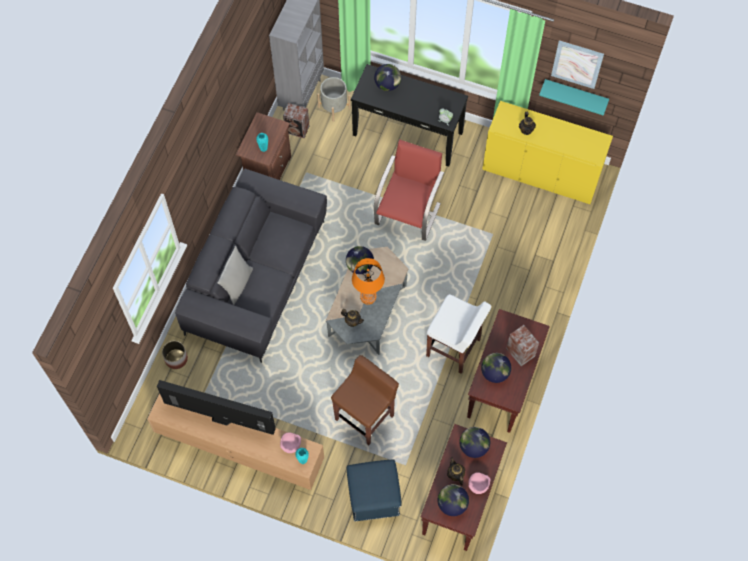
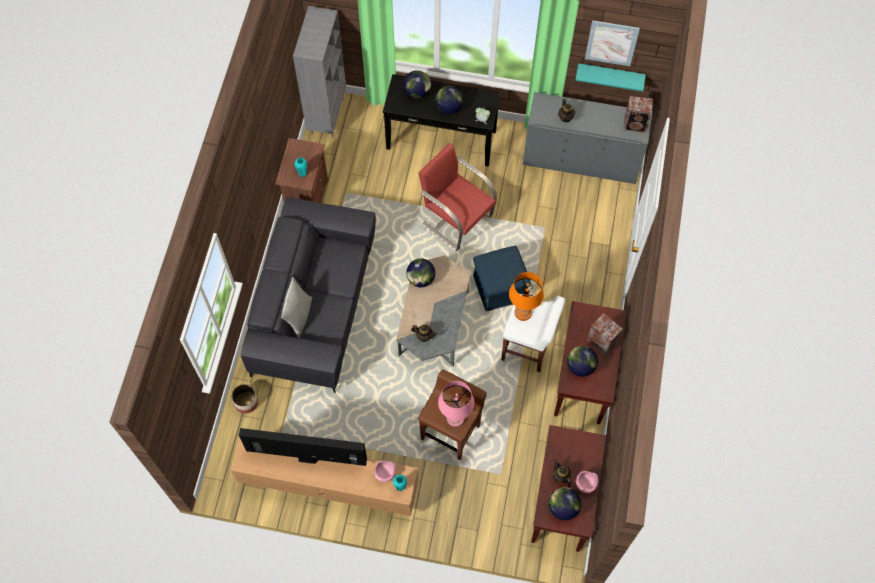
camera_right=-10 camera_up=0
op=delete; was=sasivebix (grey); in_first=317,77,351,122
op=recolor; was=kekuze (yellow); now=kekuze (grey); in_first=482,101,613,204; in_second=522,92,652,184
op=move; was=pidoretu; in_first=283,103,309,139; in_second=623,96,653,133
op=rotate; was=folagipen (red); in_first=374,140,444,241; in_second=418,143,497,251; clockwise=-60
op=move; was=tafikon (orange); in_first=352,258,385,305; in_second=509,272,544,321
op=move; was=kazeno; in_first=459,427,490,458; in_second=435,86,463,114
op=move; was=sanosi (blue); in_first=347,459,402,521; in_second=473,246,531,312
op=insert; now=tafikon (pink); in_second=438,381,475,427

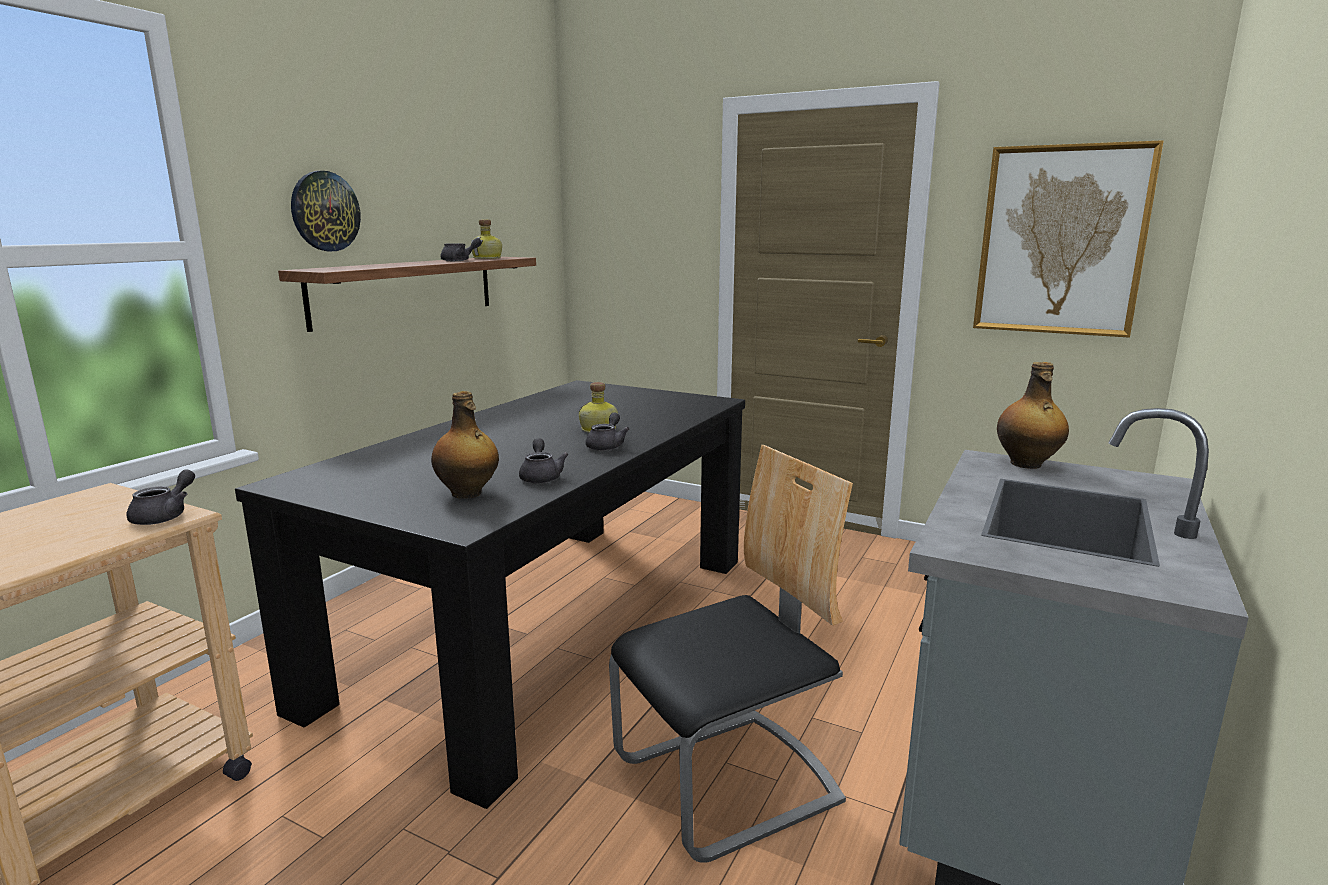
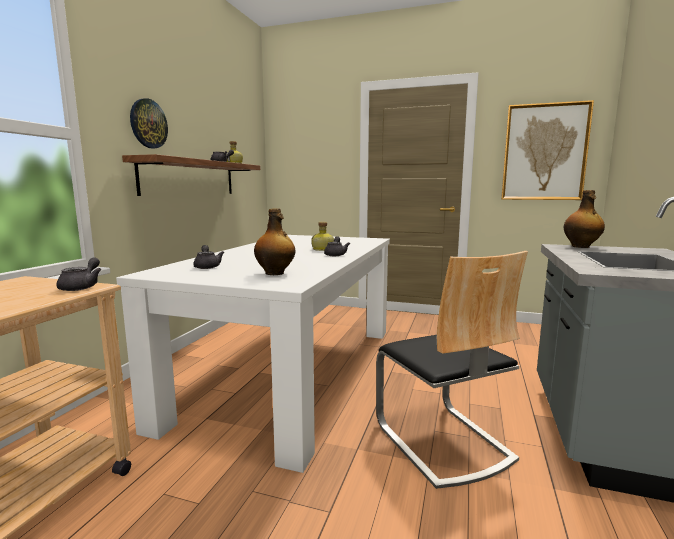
camera_right=-10 camera_up=-5
op=recolor; was=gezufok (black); now=gezufok (white); in_first=235,380,745,809; in_second=116,235,390,473
op=move; was=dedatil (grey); in_first=519,438,568,483; in_second=193,245,224,269
op=rotate; was=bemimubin; in_first=609,445,853,863; in_second=376,251,528,489; clockwise=105

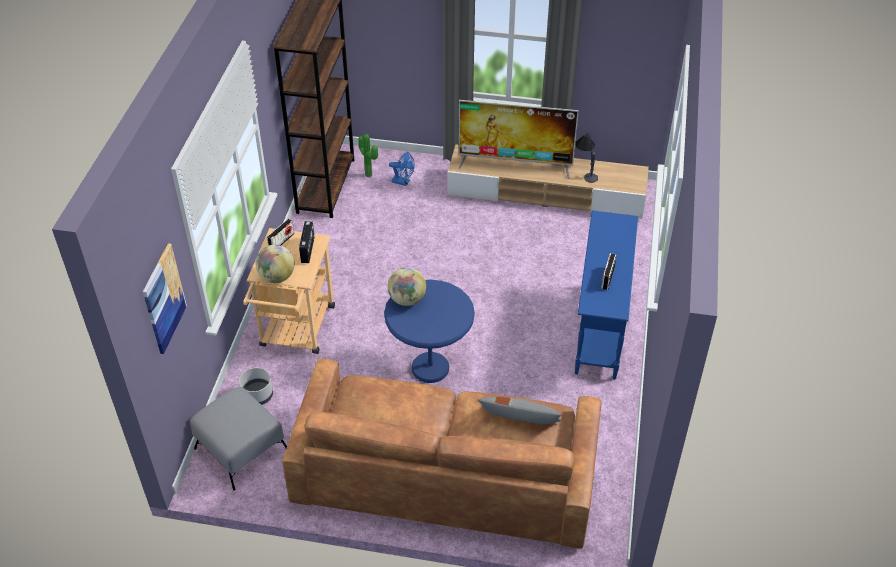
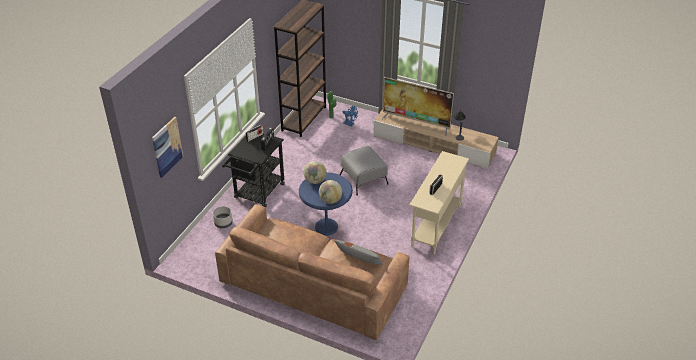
camera_right=15 camera_up=-5
op=recolor; was=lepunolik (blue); now=lepunolik (beige); in_first=575,211,638,380; in_second=409,151,469,255
op=recolor; was=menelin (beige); now=menelin (black); in_first=243,228,335,354; in_second=222,133,285,208
op=move; was=kazeno; in_first=256,245,295,283; in_second=319,180,342,204
op=move; was=sanosi (grey); in_first=190,386,287,490; in_second=340,146,388,196

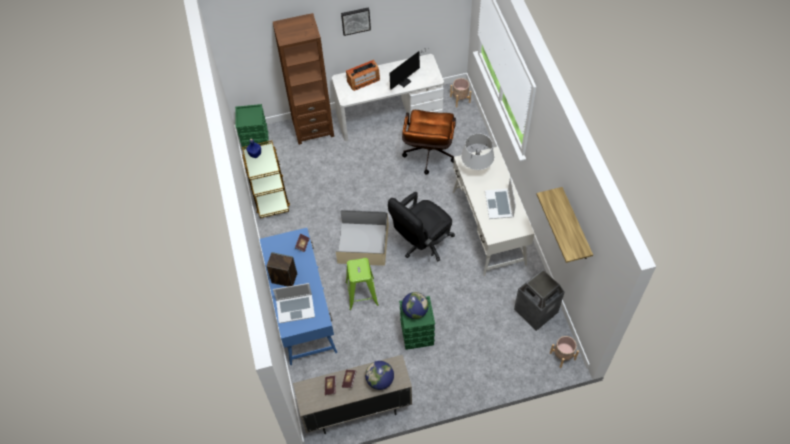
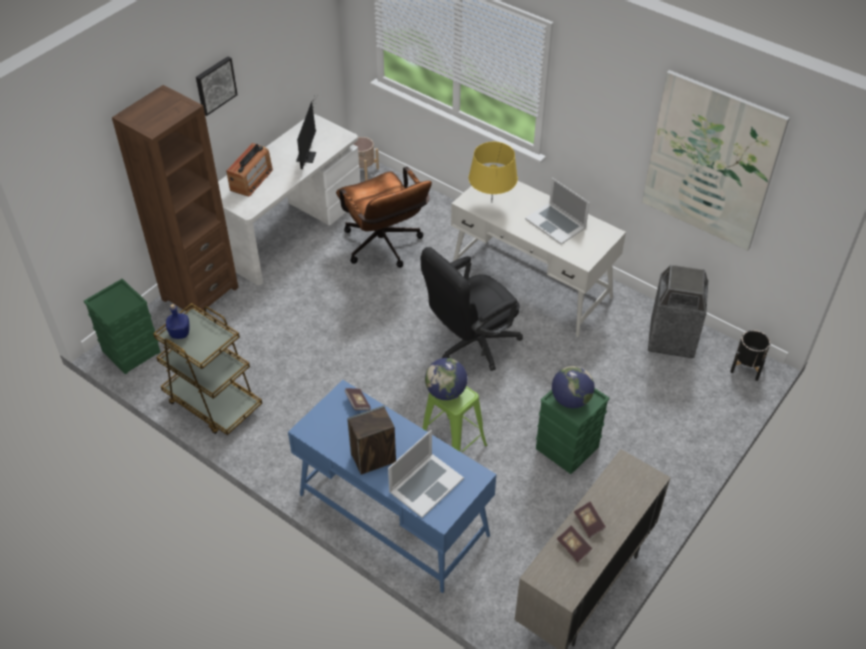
camera_right=-40 camera_up=-10
op=recolor; was=tafikon (grey); now=tafikon (yellow); in_first=461,133,494,170; in_second=469,142,518,203
op=replace; was=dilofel; now=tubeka; in_first=536,187,593,263; in_second=642,70,790,251
op=rotate; was=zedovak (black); in_first=388,192,455,261; in_second=421,247,523,371; clockwise=45
op=delete; was=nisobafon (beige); in_first=336,210,389,266
op=recolor; was=sasivebix (beige); now=sasivebix (black); in_first=550,336,579,368; in_second=730,330,770,381
op=move; was=kazeno; in_first=365,361,394,390; in_second=425,358,467,400

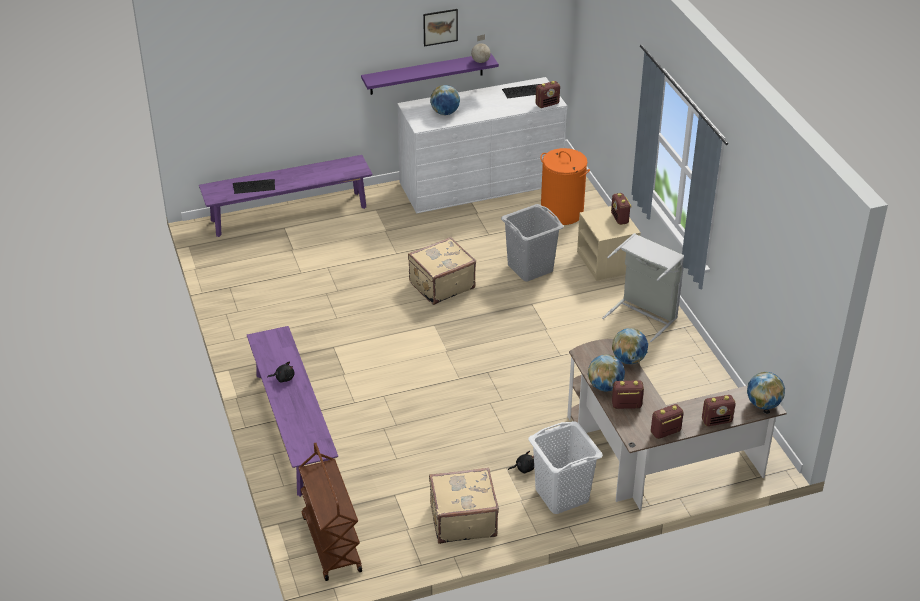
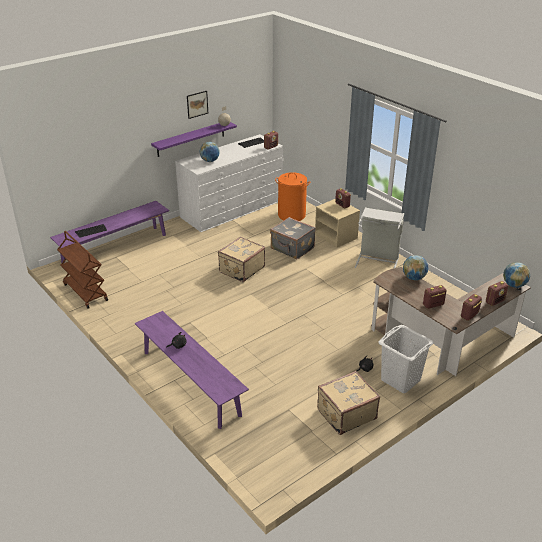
camera_right=-20 camera_up=-5
op=replace; was=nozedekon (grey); now=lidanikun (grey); in_first=501,204,564,281; in_second=270,217,316,259
op=delete; was=kazeno; in_first=588,354,625,392
op=move; was=menelin (brown); in_first=298,443,362,581; in_second=57,231,108,309

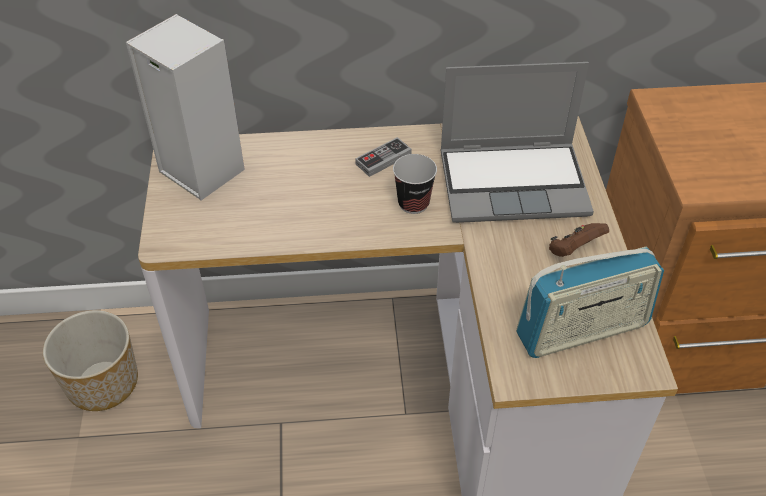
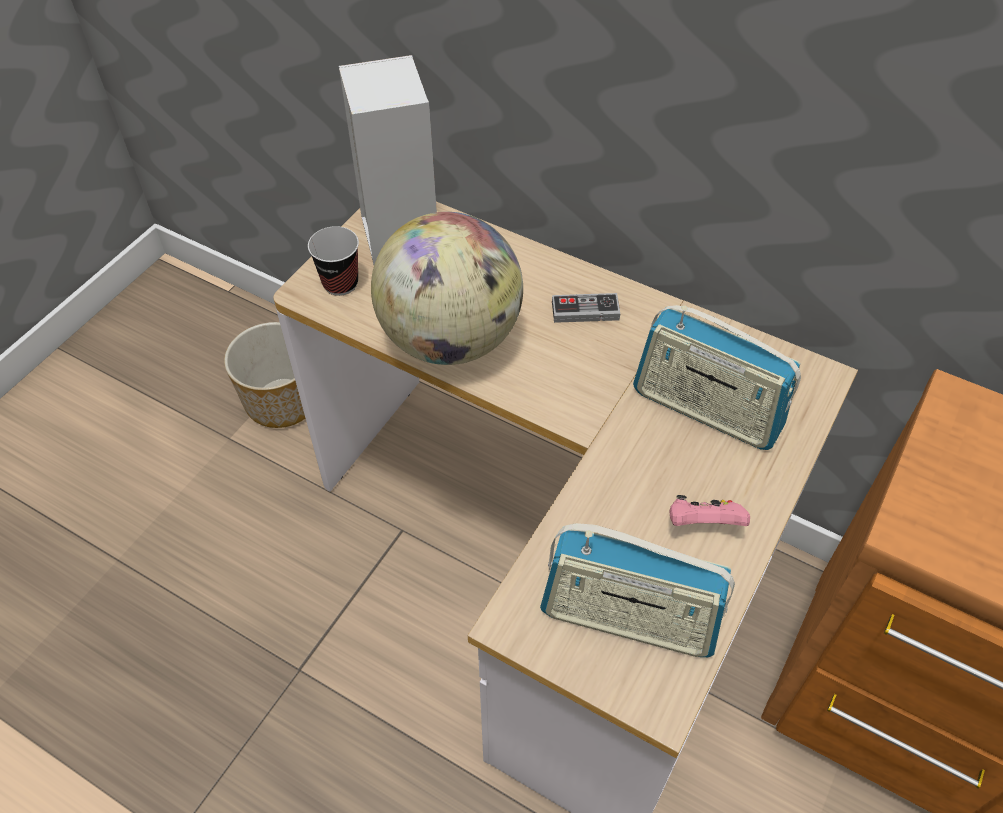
camera_right=35 camera_up=5
op=replace; was=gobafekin; now=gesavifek; in_first=441,62,594,223; in_second=633,305,801,450
op=move; was=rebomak; in_first=393,154,437,214; in_second=308,226,359,296
op=recolor; was=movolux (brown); now=movolux (pink); in_first=549,223,609,257; in_second=670,495,750,526
op=insert; now=kazeno; in_second=371,212,523,365

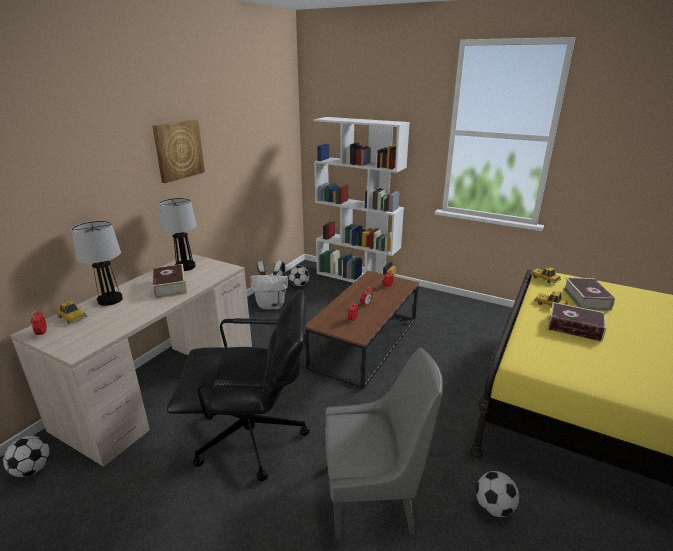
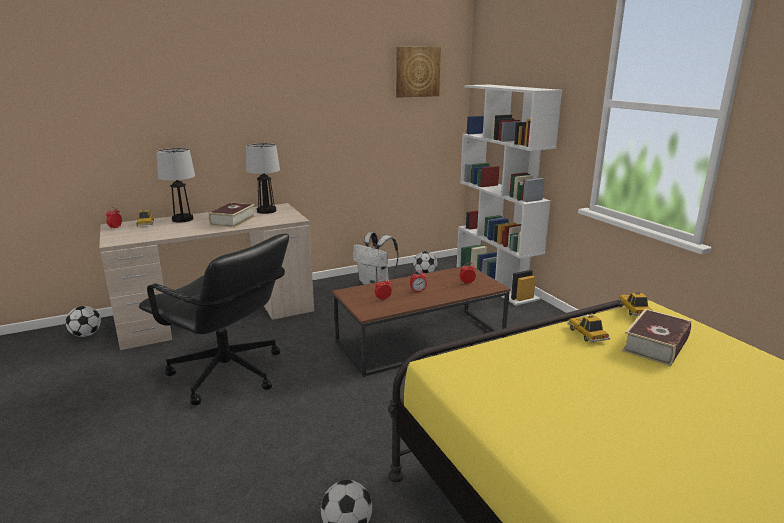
camera_right=35 camera_up=-5
op=move; was=tubeka; in_first=152,120,205,183; in_second=396,47,441,98
op=delete; was=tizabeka; in_first=548,302,607,342
op=delete; was=bemimubin (grey); in_first=325,348,443,540

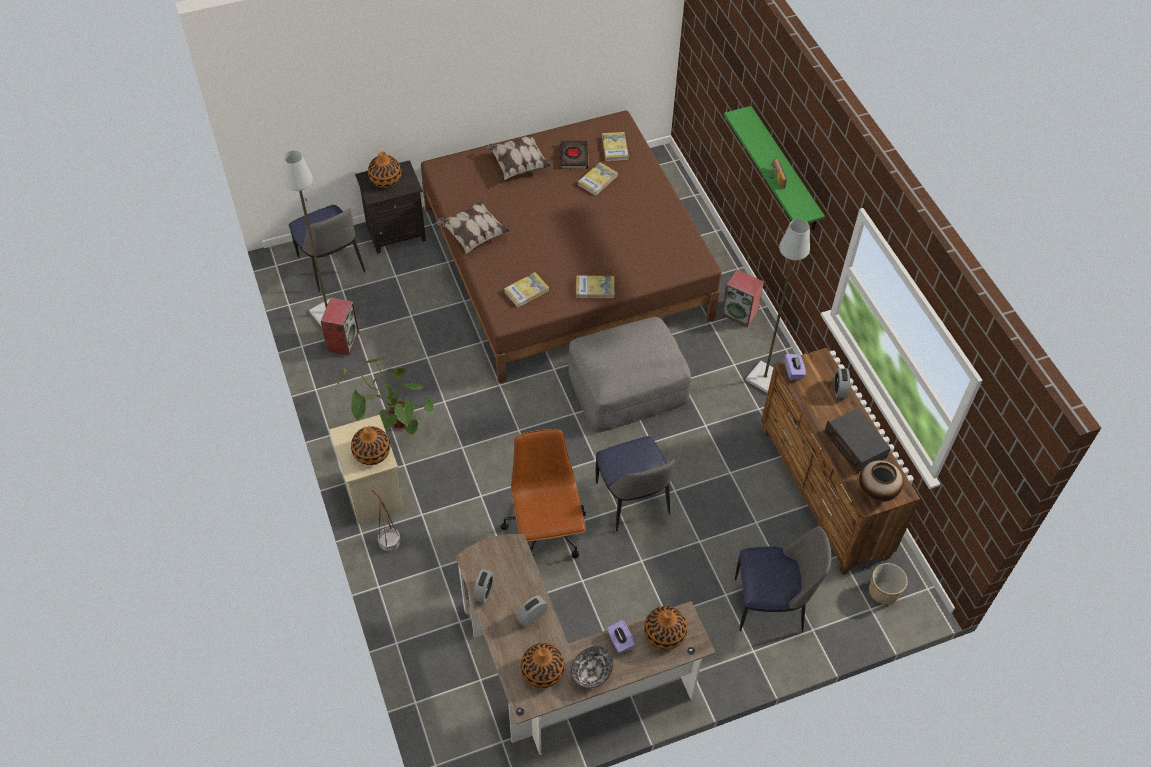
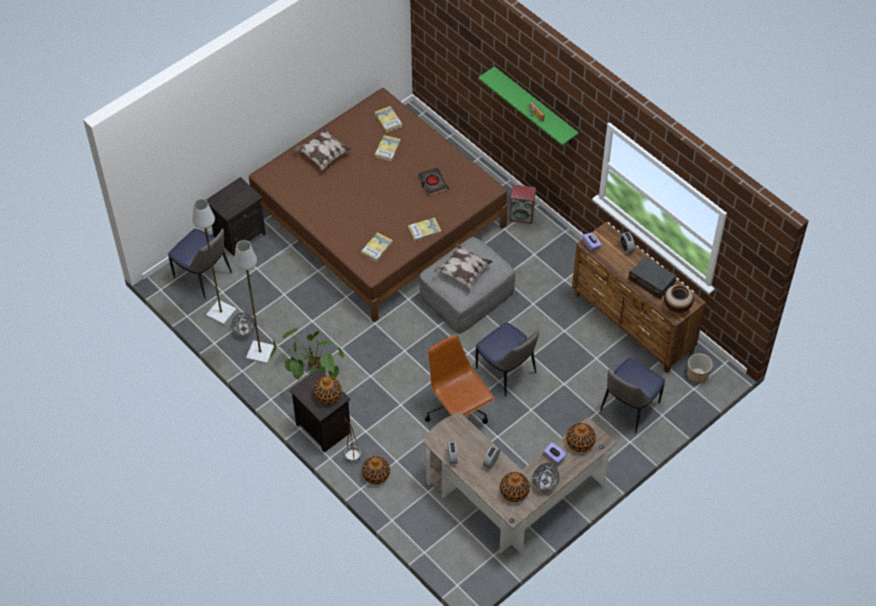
camera_right=-20 camera_up=0
op=move; was=tizabeka (black); in_first=560,141,588,169; in_second=418,167,449,196
op=move; was=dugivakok; in_first=368,152,401,188; in_second=362,456,390,484
op=move; was=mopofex; in_first=436,200,511,254; in_second=434,244,493,289
op=move; was=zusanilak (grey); in_first=746,219,810,393; in_second=234,240,274,364
op=replace; was=pidoretu; now=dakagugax; in_first=321,298,359,356; in_second=231,313,255,336
op=recolor; was=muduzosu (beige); now=muduzosu (black); in_first=329,415,403,524; in_second=289,369,351,453
op=rotate; was=bemimubin; in_first=735,526,831,632; in_second=600,358,665,433; clockwise=150

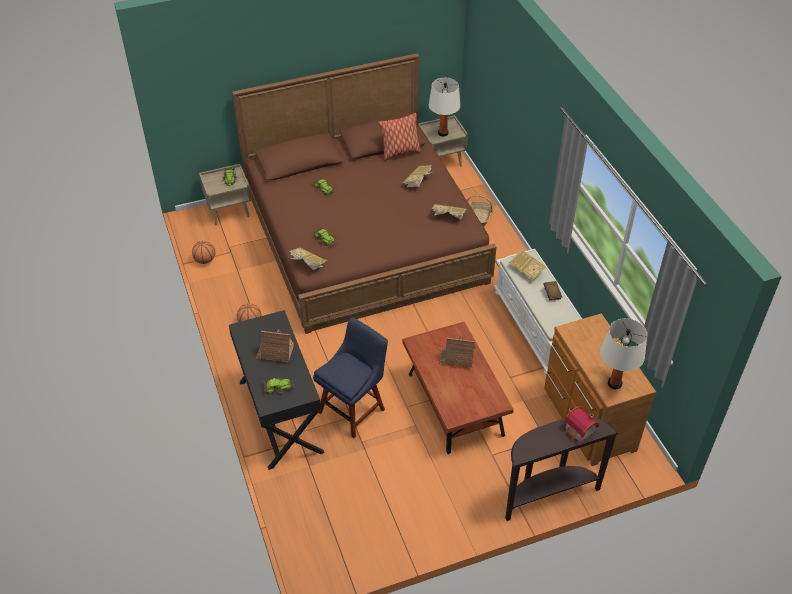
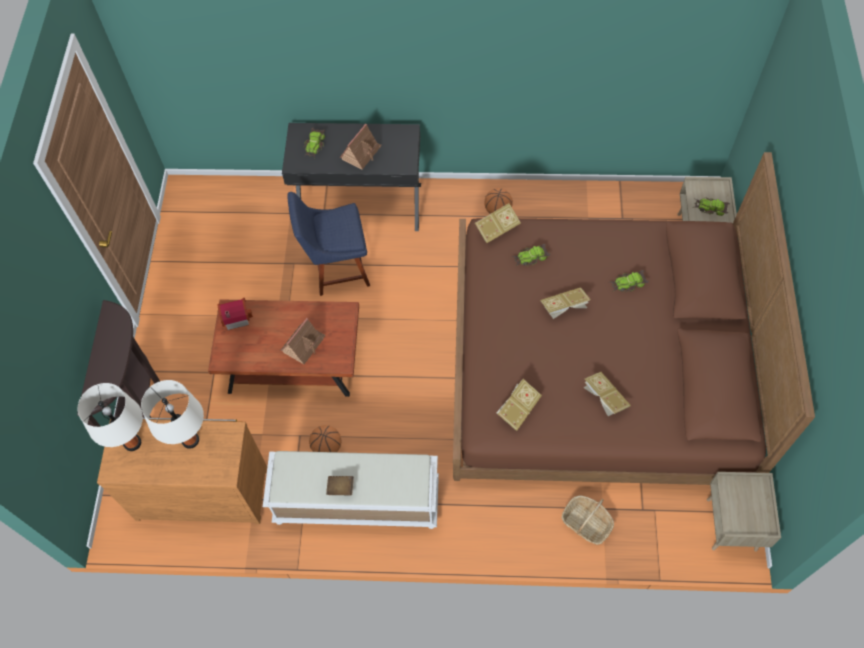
camera_right=115 camera_up=15
op=move; was=tafikon (white); in_first=428,78,460,136; in_second=141,380,204,449
op=delete; was=mopofex; in_first=378,113,421,161
op=move; was=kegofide; in_first=192,241,215,264; in_second=309,425,342,452
op=move; was=tizabeka; in_first=509,249,546,281; in_second=540,287,591,319
op=rotate; was=bemimubin (blue); in_first=313,317,388,438; in_second=287,192,370,296; clockwise=105
op=move; was=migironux; in_first=564,406,599,442; in_second=218,298,253,330

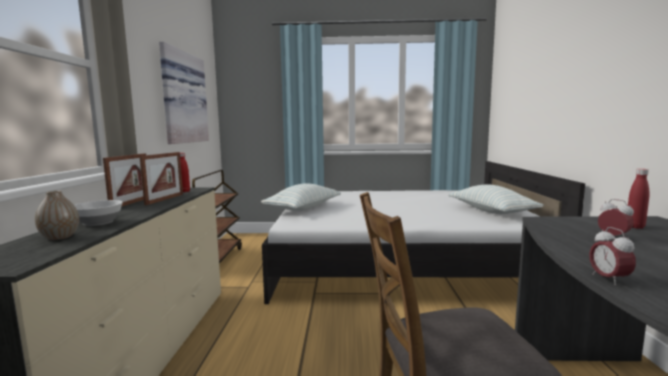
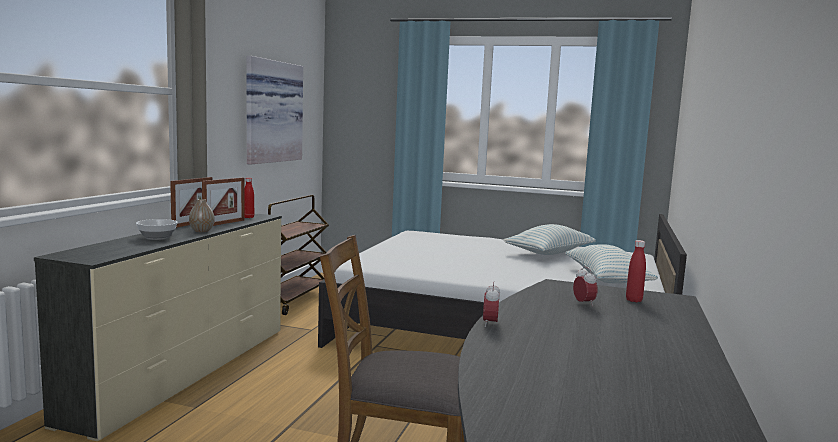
camera_right=15 camera_up=0
op=move; was=mopofex; in_first=261,183,341,211; in_second=504,224,596,255
op=move; was=dugivakok; in_first=35,191,79,240; in_second=189,199,214,232

